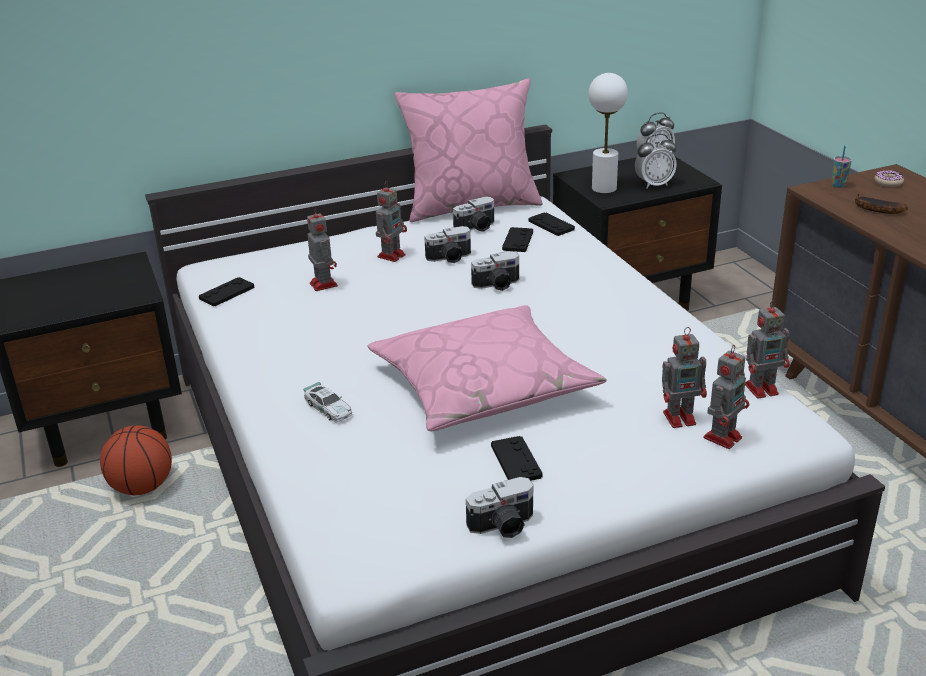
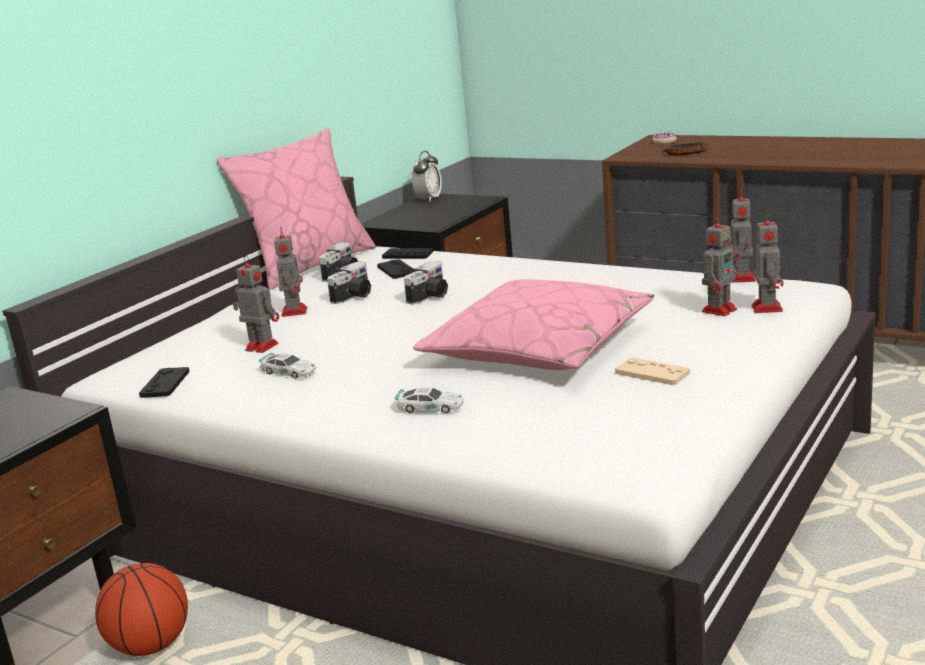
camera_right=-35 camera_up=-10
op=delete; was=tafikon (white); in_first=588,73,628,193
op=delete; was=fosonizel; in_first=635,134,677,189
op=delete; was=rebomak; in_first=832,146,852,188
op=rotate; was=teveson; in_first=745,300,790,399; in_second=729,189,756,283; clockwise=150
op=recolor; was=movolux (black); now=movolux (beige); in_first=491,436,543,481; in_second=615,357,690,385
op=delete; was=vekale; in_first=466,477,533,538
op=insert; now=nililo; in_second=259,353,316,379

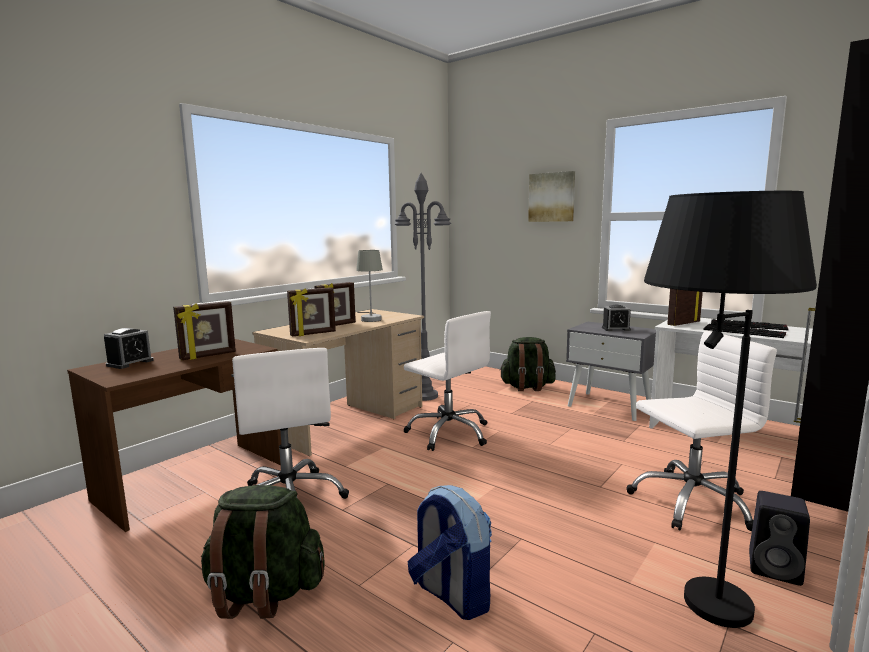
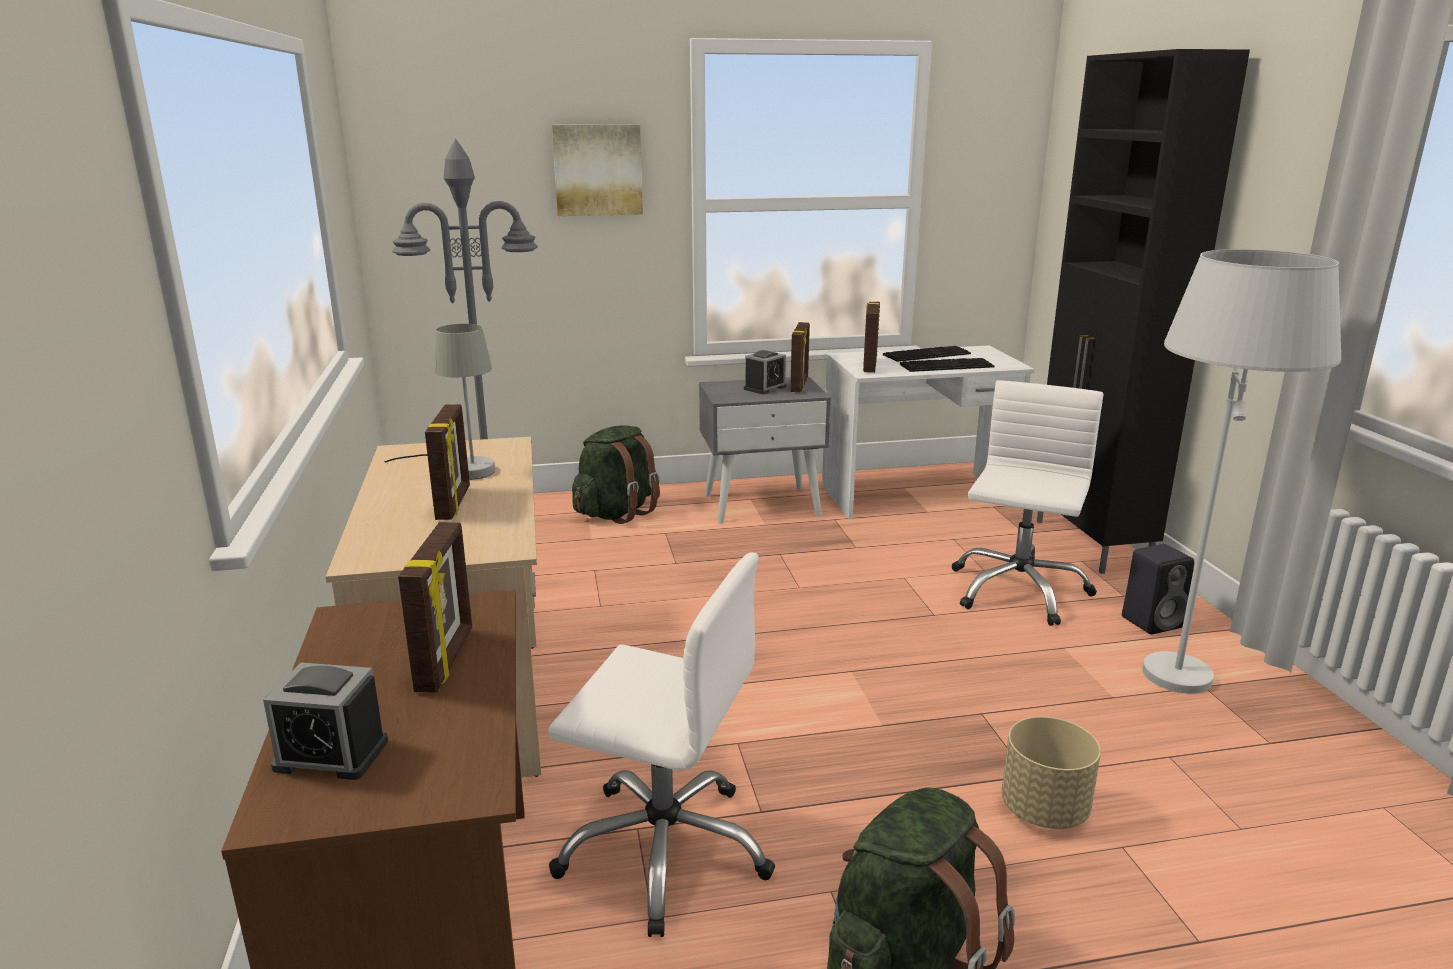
camera_right=-50 camera_up=10
op=recolor; was=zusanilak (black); now=zusanilak (white); in_first=644,191,817,628; in_second=1143,249,1341,694
op=move; was=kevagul; in_first=287,287,336,336; in_second=790,322,810,392
op=delete; was=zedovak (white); in_first=404,311,491,451
op=rotate; was=fosonizel; in_first=104,328,154,369; in_second=263,662,388,780; clockwise=120
op=replace; was=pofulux; now=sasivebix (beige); in_first=408,485,492,620; in_second=1002,716,1101,829

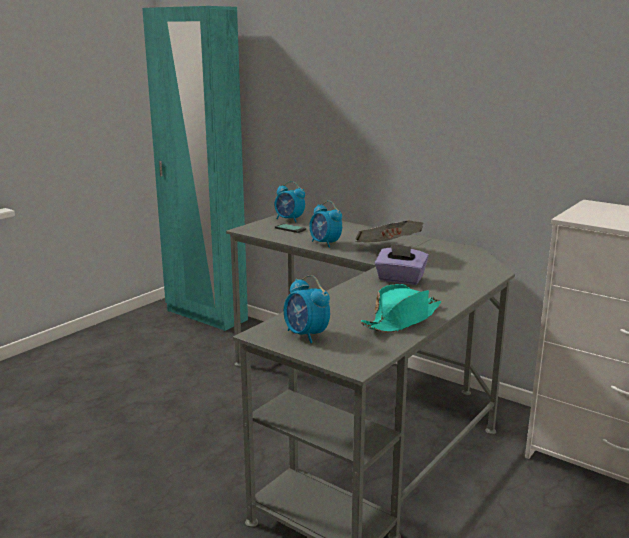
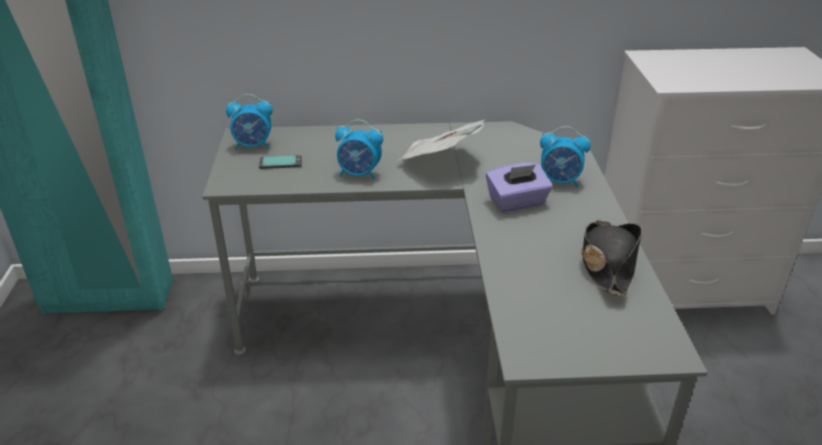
camera_right=-40 camera_up=15
op=move; was=fosonizel; in_first=284,275,330,343; in_second=540,126,591,187
op=recolor; was=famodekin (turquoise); now=famodekin (black); in_first=361,284,441,333; in_second=581,220,642,297

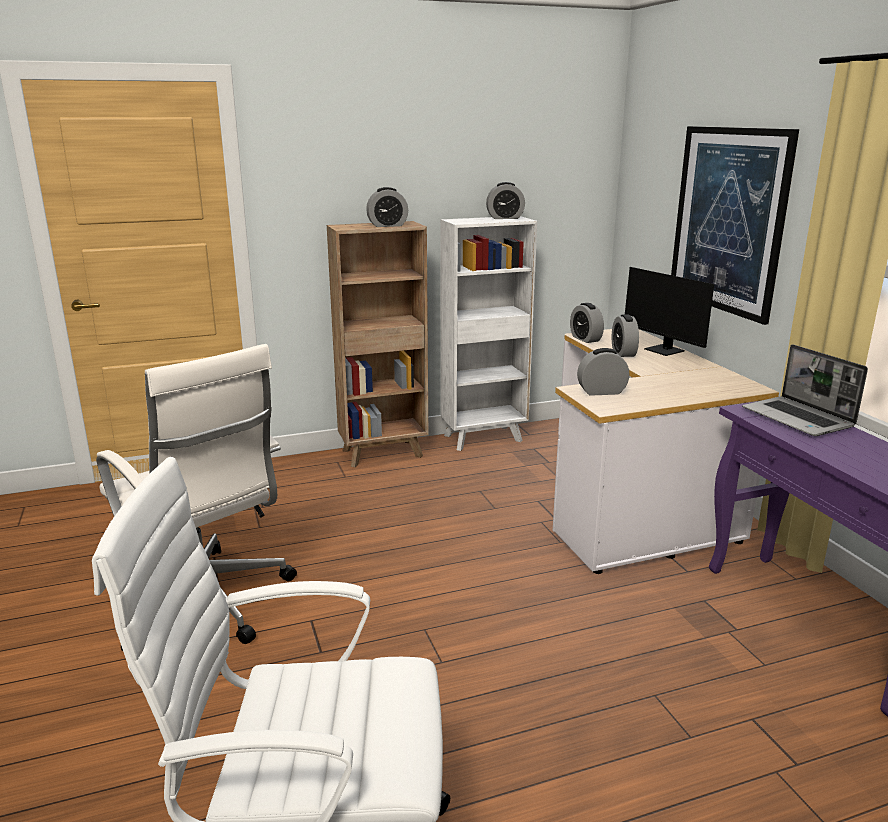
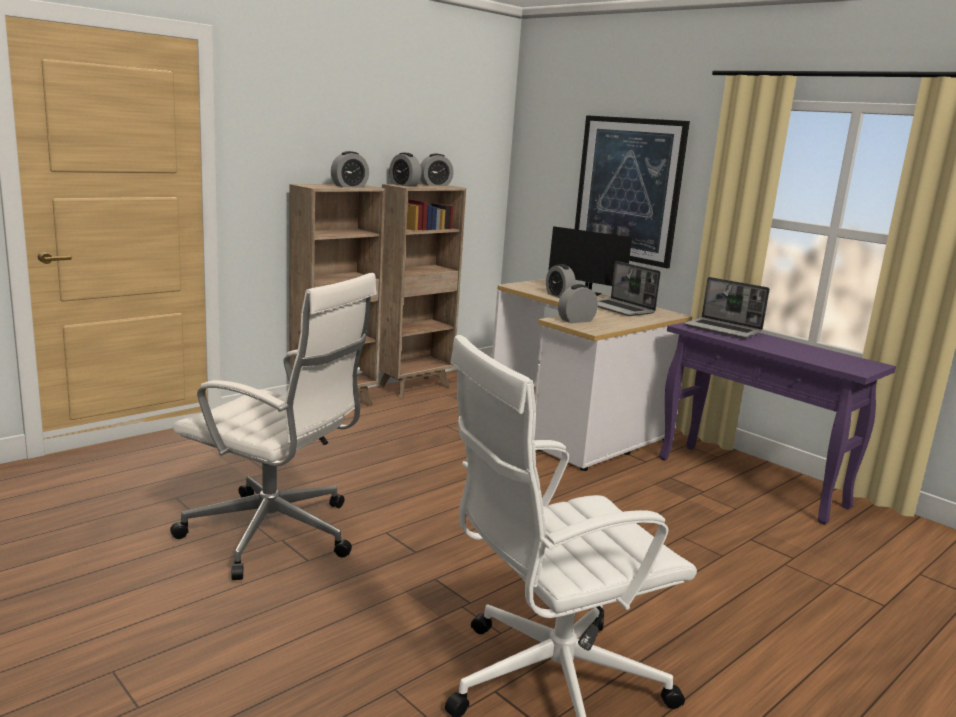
camera_right=-25 camera_up=-5
op=recolor; was=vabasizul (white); now=vabasizul (brown); in_first=440,216,537,451; in_second=378,184,466,398
op=move; was=fosonizel; in_first=570,303,604,343; in_second=389,153,421,187
op=insert; now=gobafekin; in_second=598,261,661,316

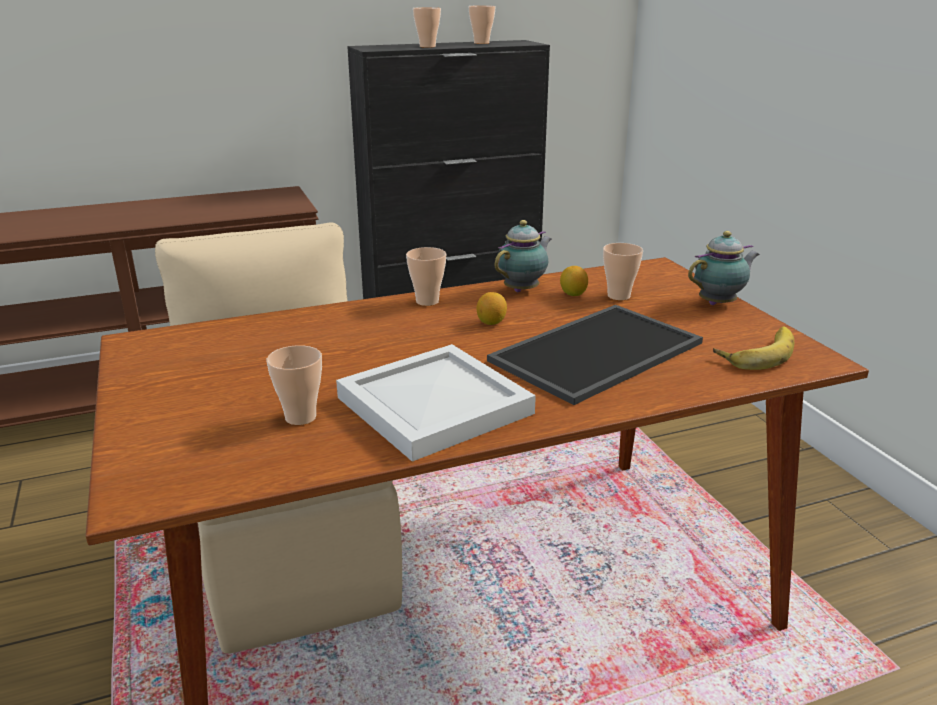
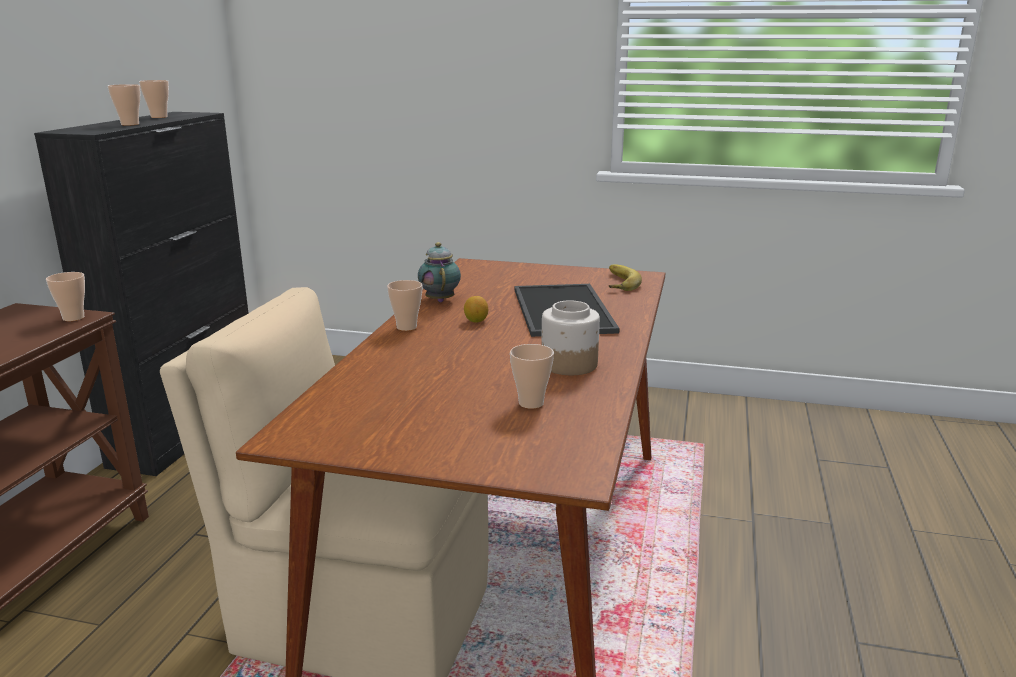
camera_right=-55 camera_up=-5
op=delete; was=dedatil; in_first=688,231,759,305
op=move; was=rebomak; in_first=603,243,643,301; in_second=46,272,85,321
op=delete; was=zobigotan; in_first=560,266,588,296
op=replace; was=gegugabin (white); now=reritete; in_first=336,344,536,462; in_second=541,301,600,375

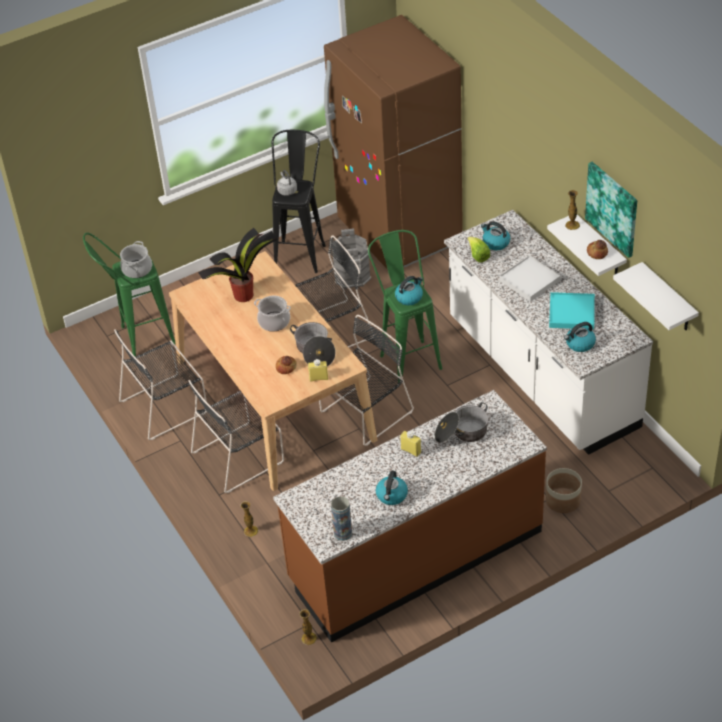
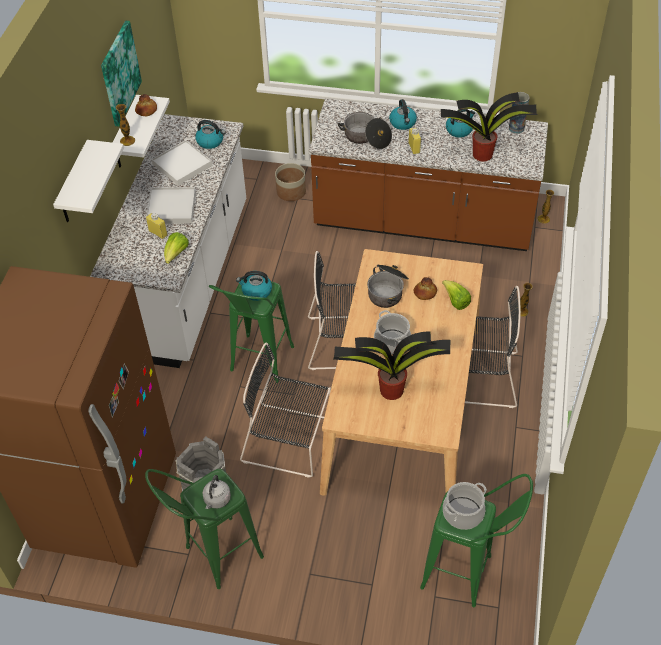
camera_right=-140 camera_up=5
op=recolor; was=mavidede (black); now=mavidede (green); in_first=272,130,326,273; in_second=145,469,264,589
op=move; was=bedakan; in_first=481,221,510,250; in_second=389,99,417,130
op=move; was=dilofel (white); in_first=613,262,699,330; in_second=53,140,124,222
op=recolor; was=gegugabin (turquoise); now=gegugabin (white); in_first=549,292,595,329; in_second=152,140,212,185
op=delete; was=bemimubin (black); in_first=114,329,207,440
op=move; was=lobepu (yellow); in_first=308,359,328,382; in_second=146,213,167,239
op=insert; now=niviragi; in_second=441,92,538,161
op=insert; now=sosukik; in_second=442,280,471,310

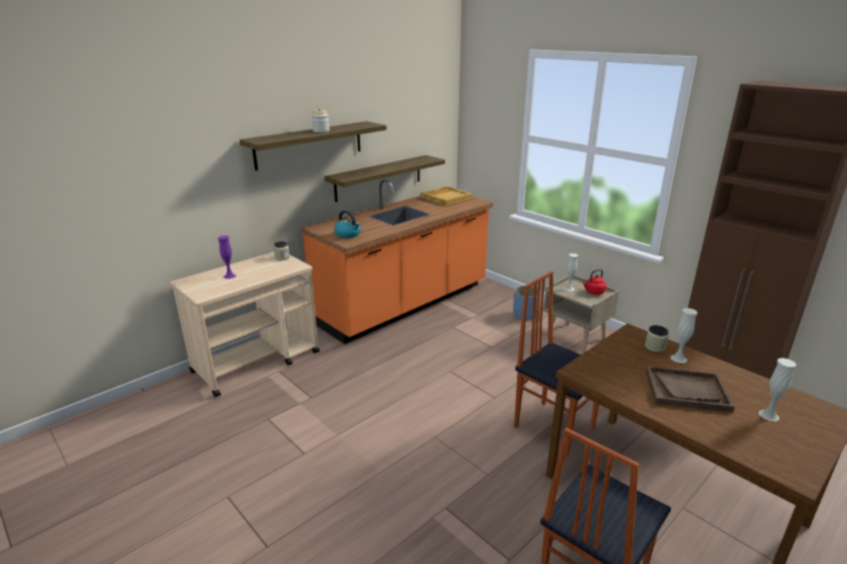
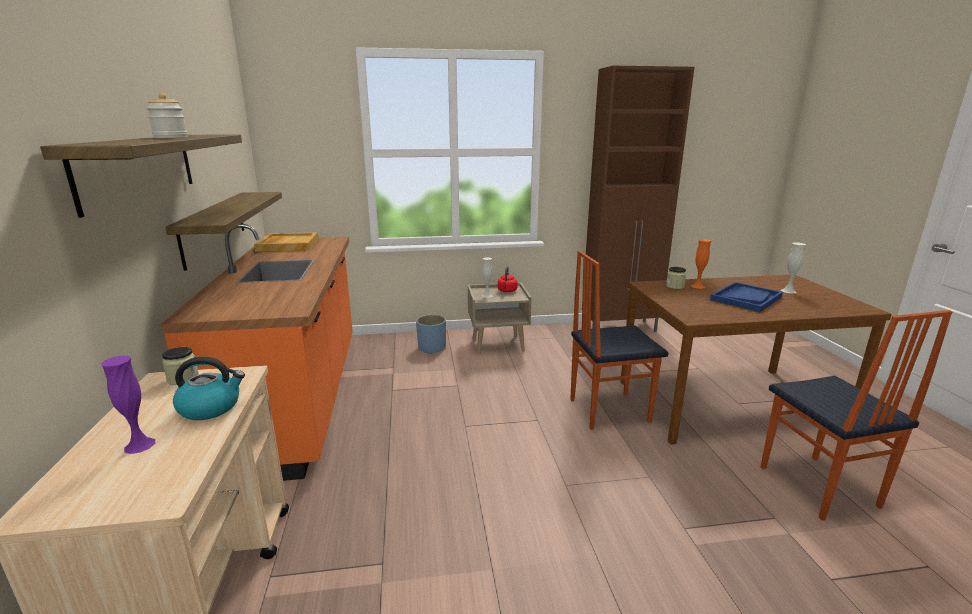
camera_right=-55 camera_up=-5
op=move; was=bedakan; in_first=334,210,361,238; in_second=173,357,245,420
op=recolor; was=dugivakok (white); now=dugivakok (orange); in_first=670,308,698,363; in_second=691,239,711,289
op=recolor; was=gegugabin (brown); now=gegugabin (blue); in_first=646,366,735,413; in_second=710,282,783,312

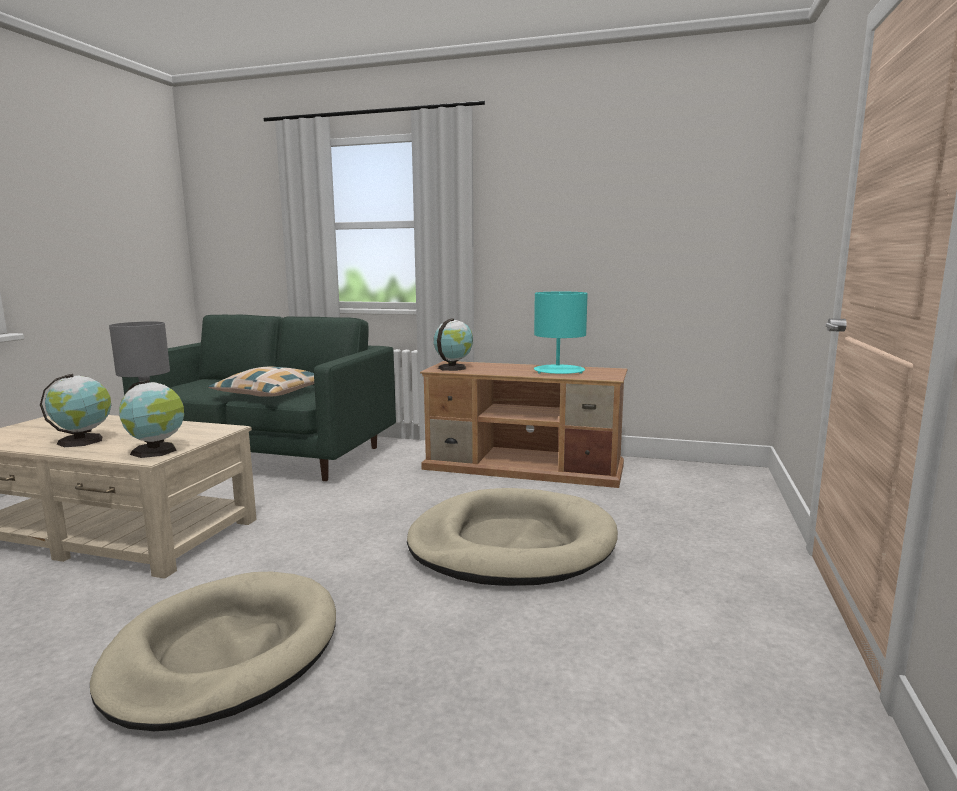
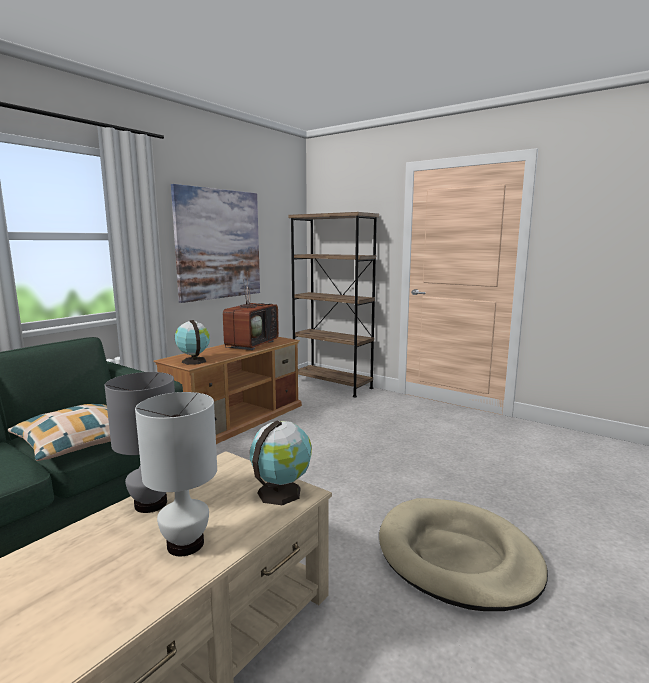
camera_right=-70 camera_up=0
op=replace; was=tafikon (turquoise); now=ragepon; in_first=534,292,588,374; in_second=223,271,279,350
op=replace; was=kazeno; now=tafikon (white); in_first=40,374,111,447; in_second=135,392,217,556
op=delete; was=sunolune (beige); in_first=407,488,618,586
op=insert; now=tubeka; in_second=171,184,260,303
op=insert; now=vabasizul (brown); in_second=289,212,379,397

